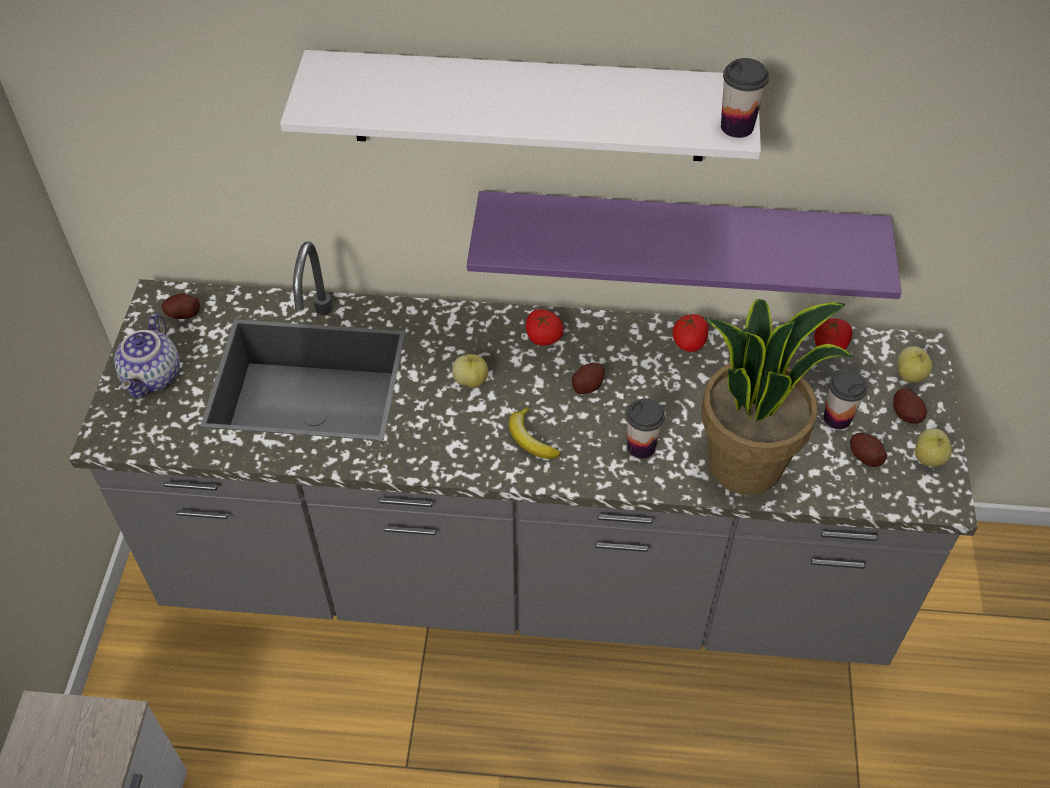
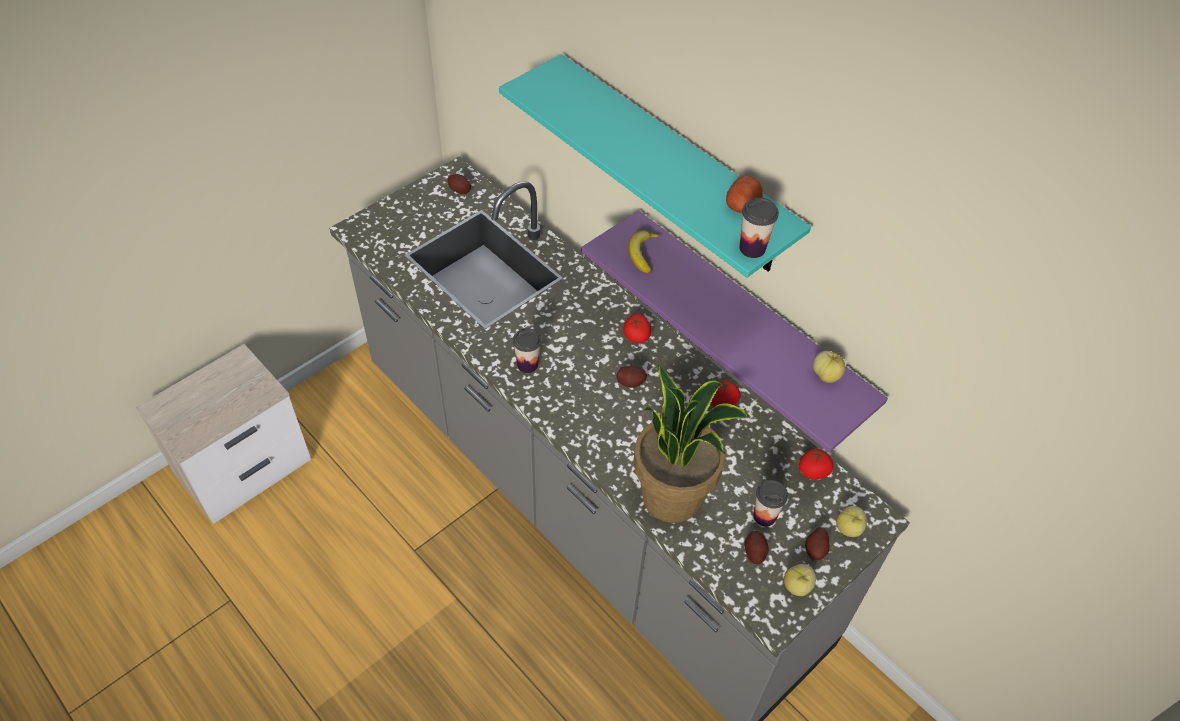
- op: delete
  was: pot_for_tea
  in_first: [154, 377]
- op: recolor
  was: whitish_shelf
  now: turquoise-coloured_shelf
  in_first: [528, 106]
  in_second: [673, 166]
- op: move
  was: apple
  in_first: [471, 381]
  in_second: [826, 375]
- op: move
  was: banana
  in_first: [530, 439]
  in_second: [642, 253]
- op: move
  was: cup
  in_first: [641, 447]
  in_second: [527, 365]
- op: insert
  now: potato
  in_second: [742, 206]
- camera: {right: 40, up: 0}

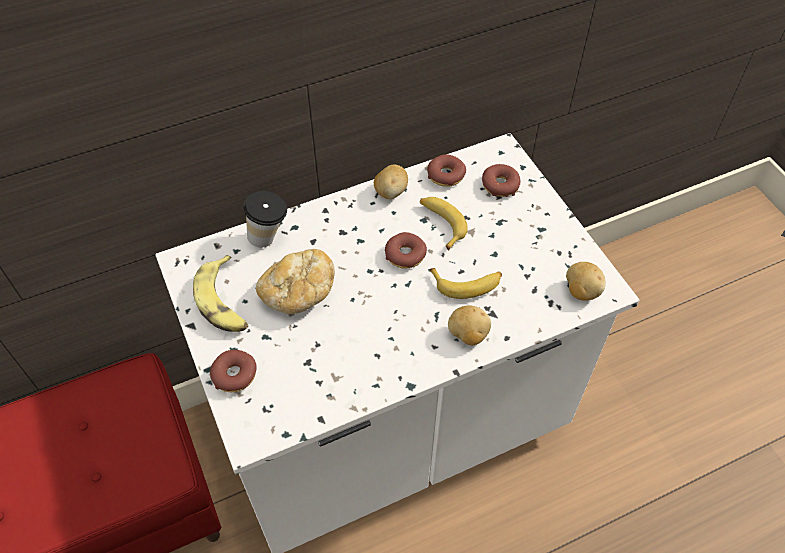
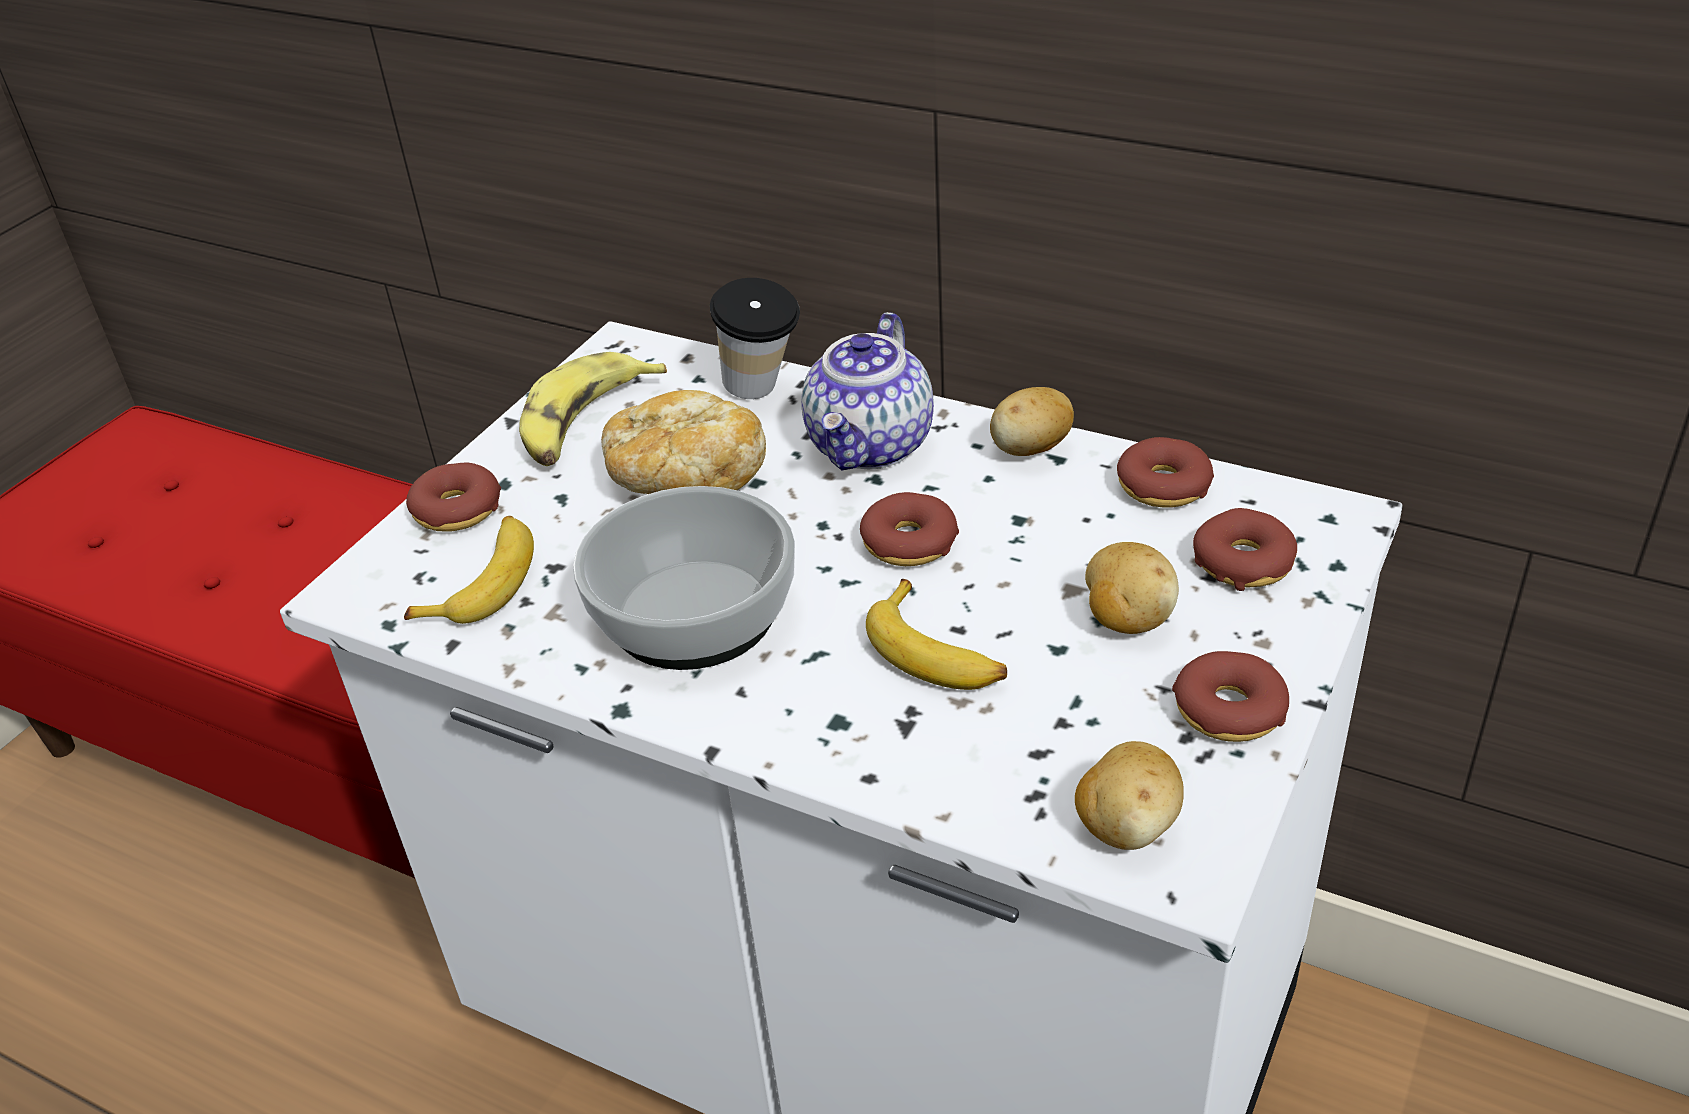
- op: move
  was: banana
  in_first: [441, 224]
  in_second: [484, 582]
- op: move
  was: potato
  in_first: [467, 334]
  in_second: [1126, 619]
- op: insert
  now: deep_dish
  in_second: [695, 615]
- op: insert
  now: pot_for_tea
  in_second: [871, 446]
- op: insert
  now: ring_doughnut
  in_second: [1229, 710]
- camera: {right: 55, up: -15}

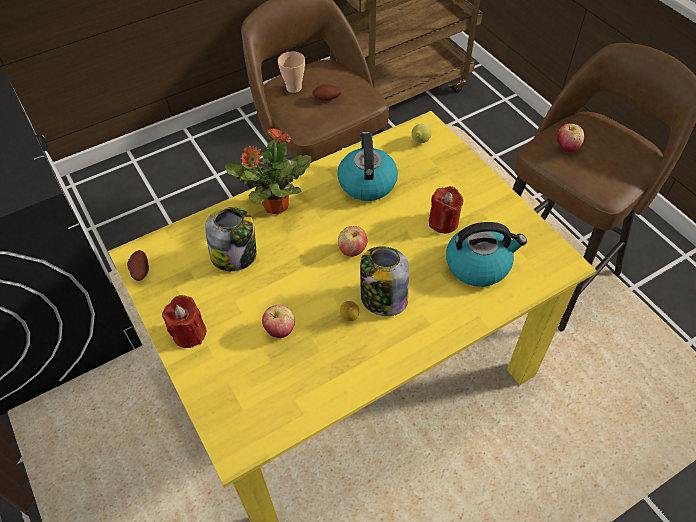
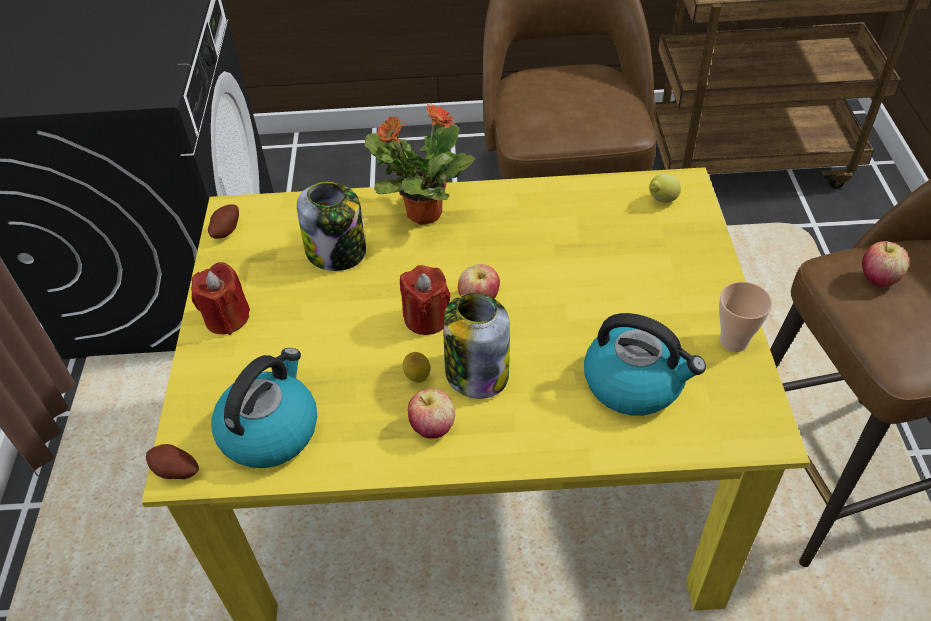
- op: move
  was: apple
  in_first: [280, 330]
  in_second: [433, 427]
- op: move
  was: cup
  in_first: [294, 88]
  in_second: [733, 341]
- op: move
  was: potato
  in_first: [327, 99]
  in_second: [176, 472]
- op: move
  was: water_kettle
  in_first: [367, 182]
  in_second: [270, 430]
- op: move
  was: red_wax_candle
  in_first: [443, 222]
  in_second: [426, 318]
- camera: {right: 30, up: -5}

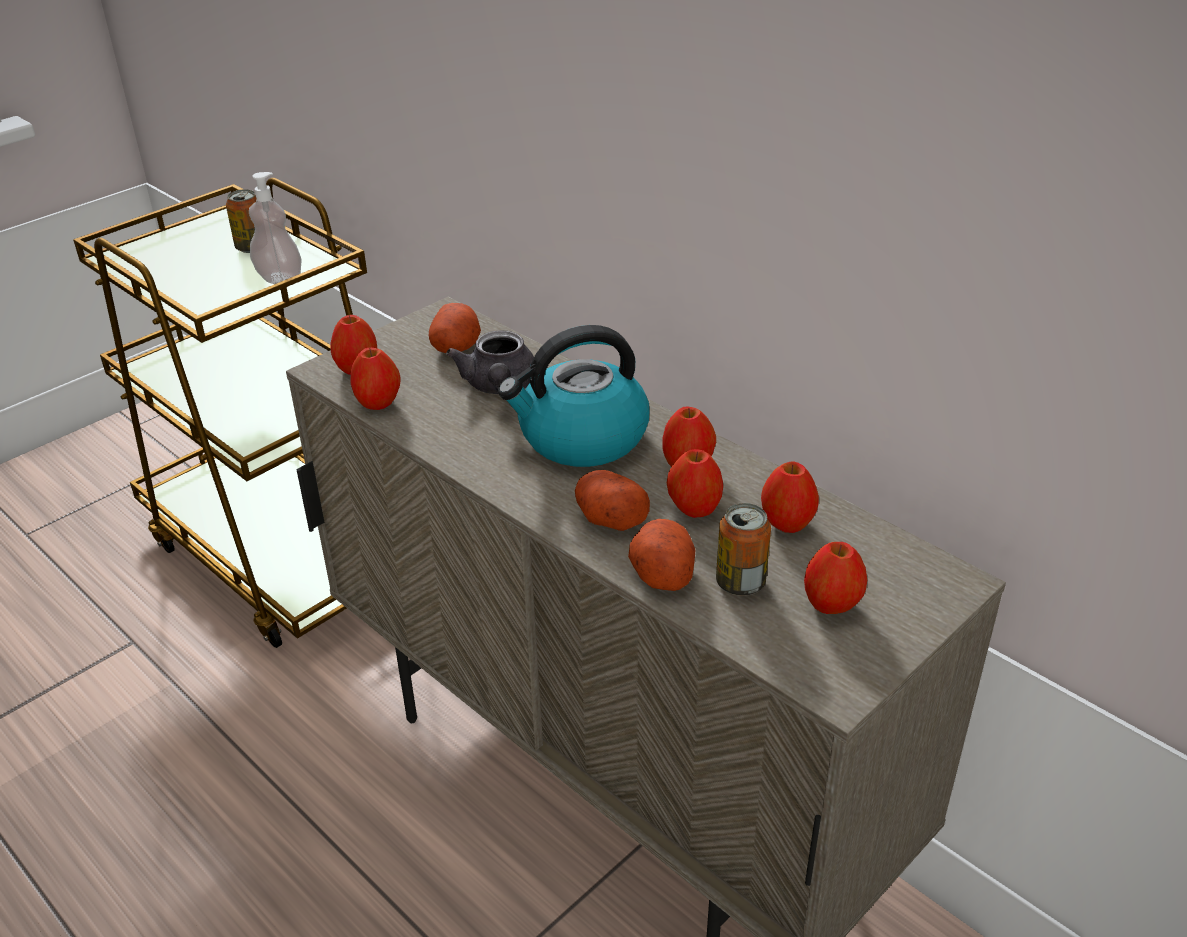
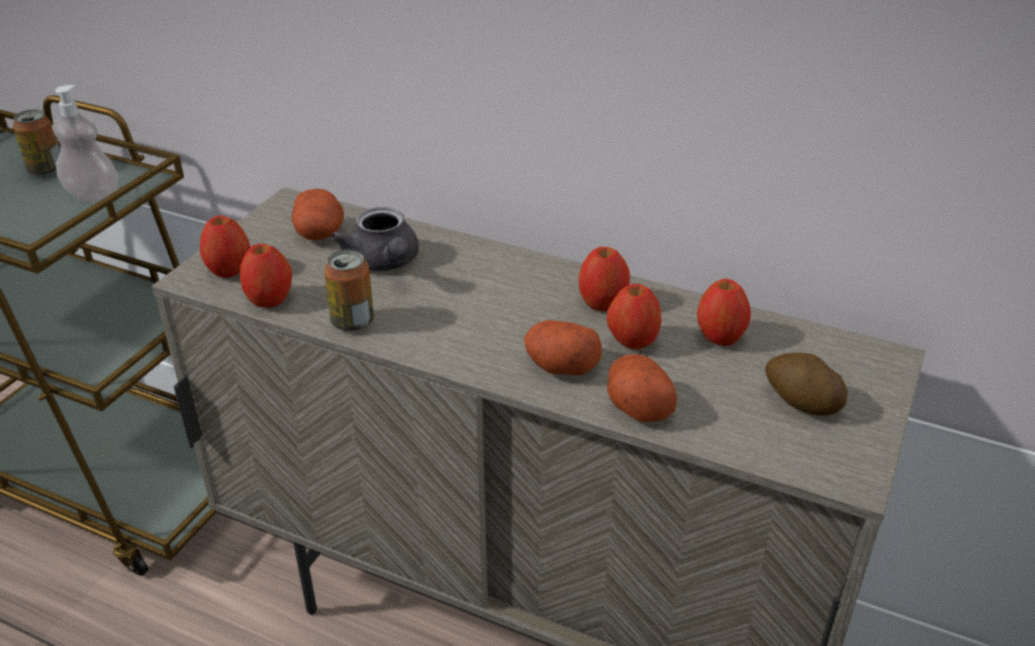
- op: delete
  was: water_kettle
  in_first: [581, 438]
- op: move
  was: can
  in_first: [740, 583]
  in_second: [352, 322]
- op: replace
  was: apple
  now: potato
  in_first: [831, 605]
  in_second: [801, 402]
- camera: {right: -20, up: 0}

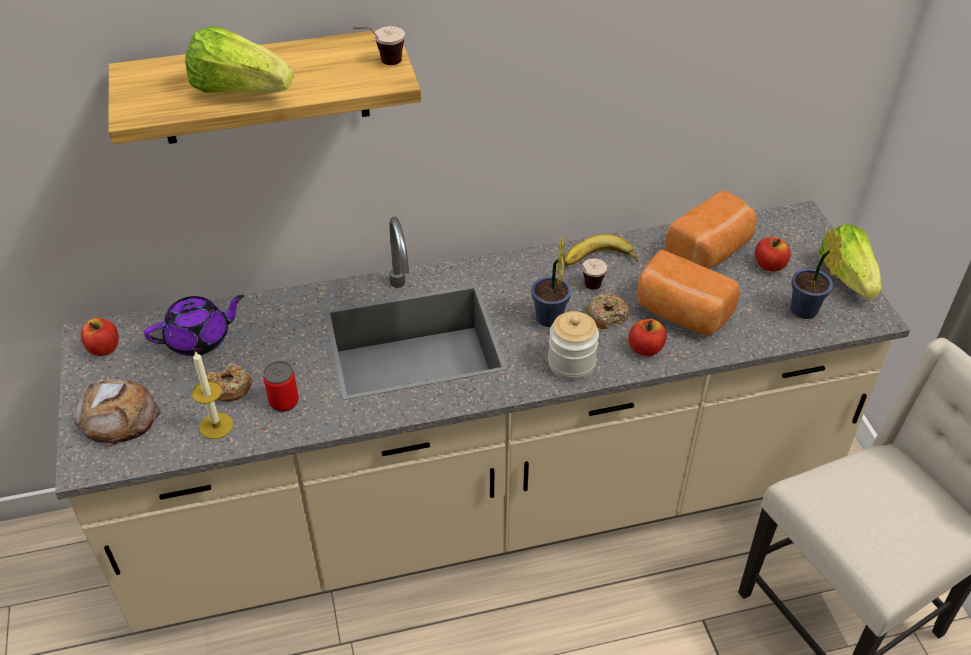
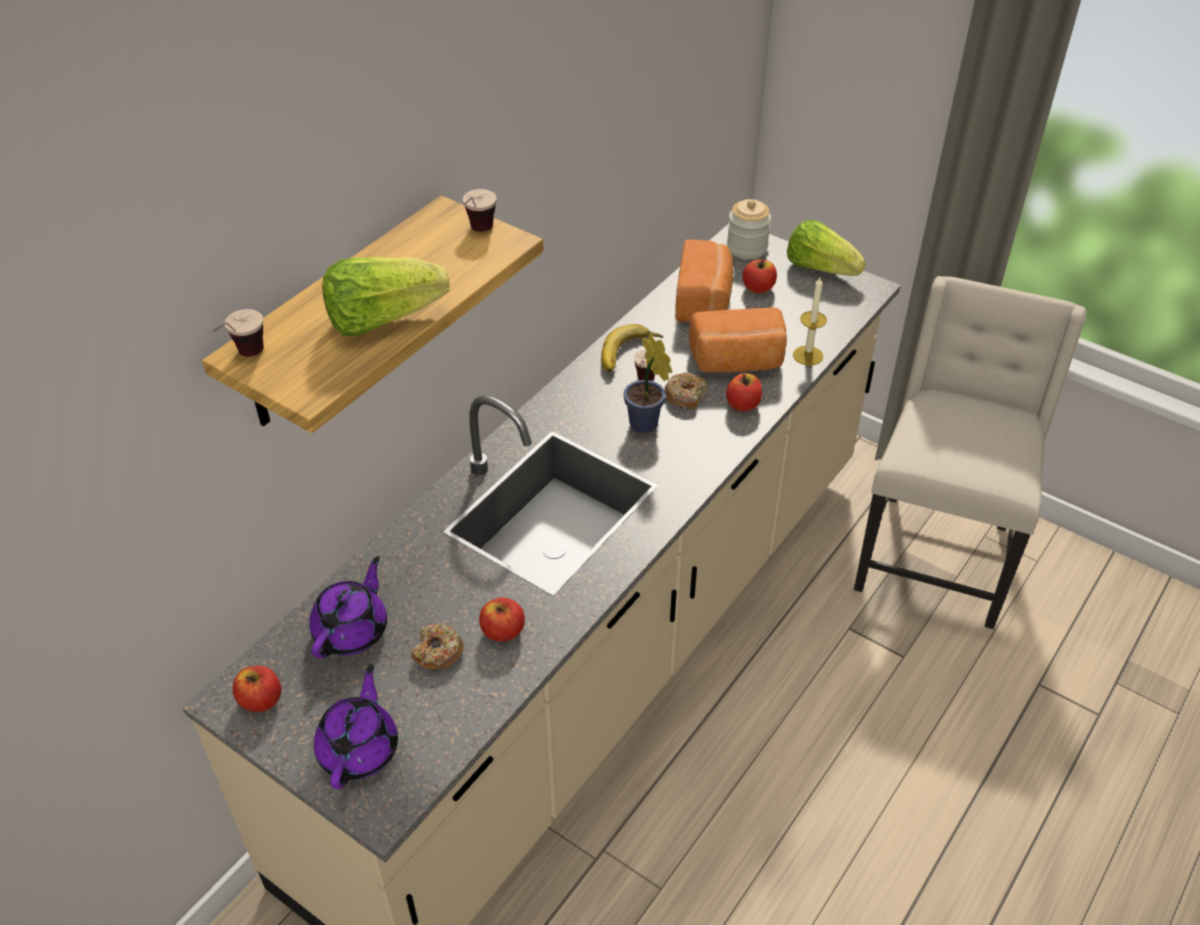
- op: replace
  was: bakery_bread
  now: purple_pot_for_tea
  in_first: [118, 417]
  in_second: [359, 749]
- op: move
  was: wax_candle
  in_first: [216, 426]
  in_second: [808, 355]
- op: replace
  was: can
  now: apple
  in_first: [284, 401]
  in_second: [503, 631]
- op: move
  was: preserve_jar
  in_first: [571, 363]
  in_second: [747, 248]
- op: delete
  was: potted_plant
  in_first: [805, 313]
- op: insert
  now: cup
  in_second: [243, 359]
- camera: {right: -40, up: 0}

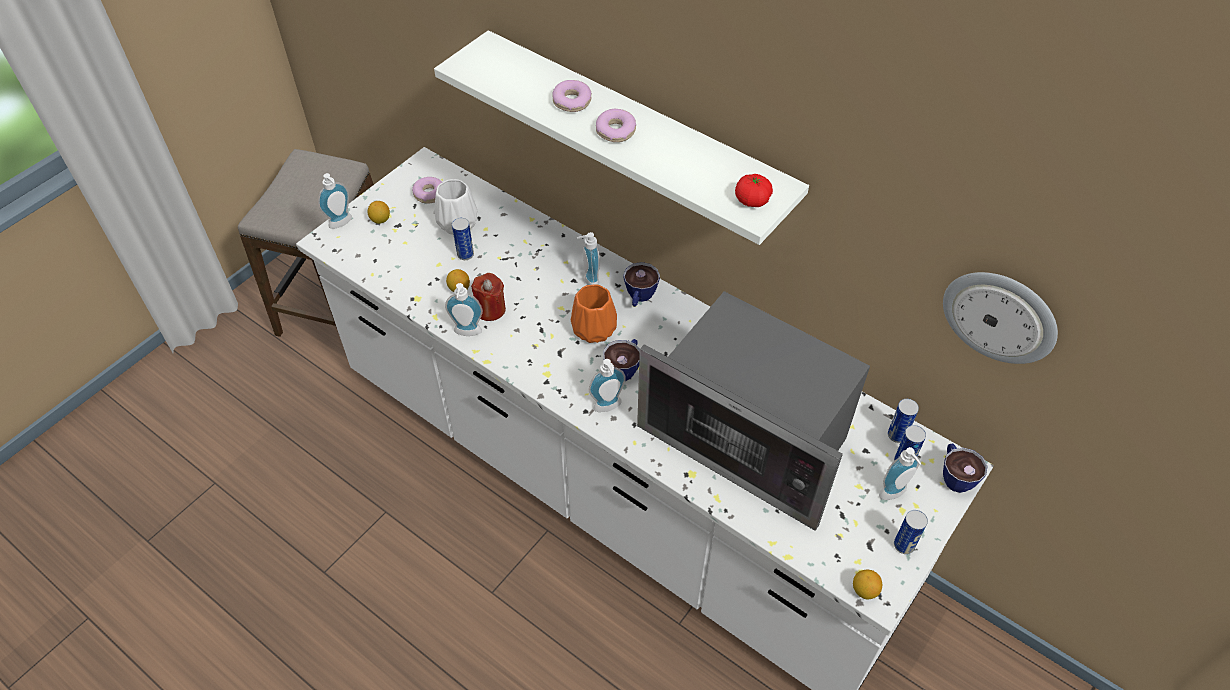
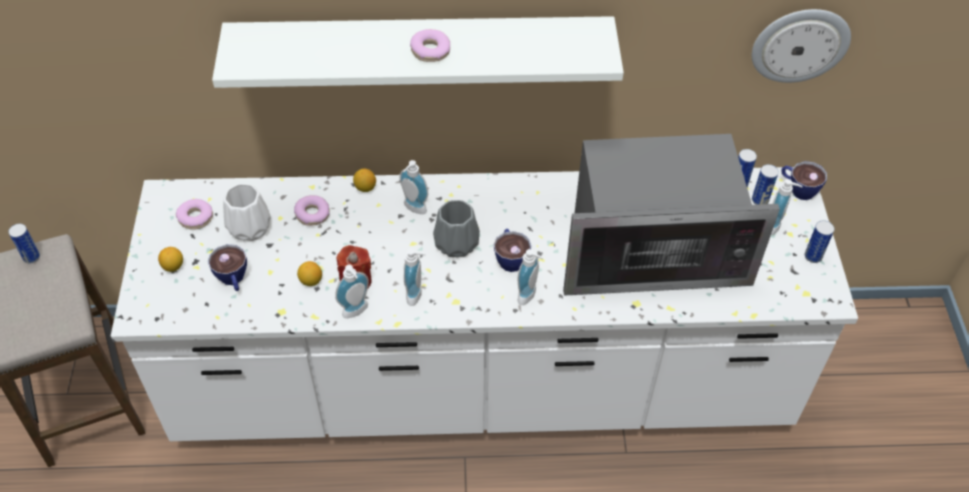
- op: move
  was: liquid_soap_bottle
  in_first: [342, 223]
  in_second: [417, 295]
- op: move
  was: can
  in_first: [465, 254]
  in_second: [31, 257]
- op: move
  was: ring_doughnut
  in_first: [572, 102]
  in_second: [312, 214]
- op: recolor
  was: orange-coloured_flower_vase
  now: grey_flower_vase
  in_first: [593, 328]
  in_second: [455, 243]
- op: move
  was: cup
  in_first: [639, 297]
  in_second: [233, 280]
- op: delete
  was: tomato
  in_first: [752, 200]
- op: move
  was: whole_lemon
  in_first: [864, 590]
  in_second: [365, 188]
- camera: {right: -40, up: 0}

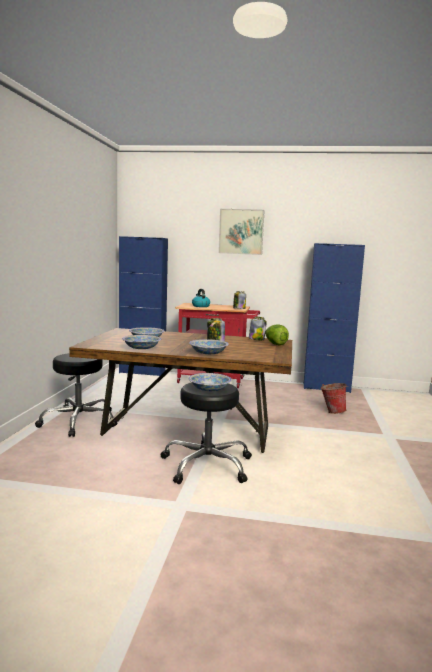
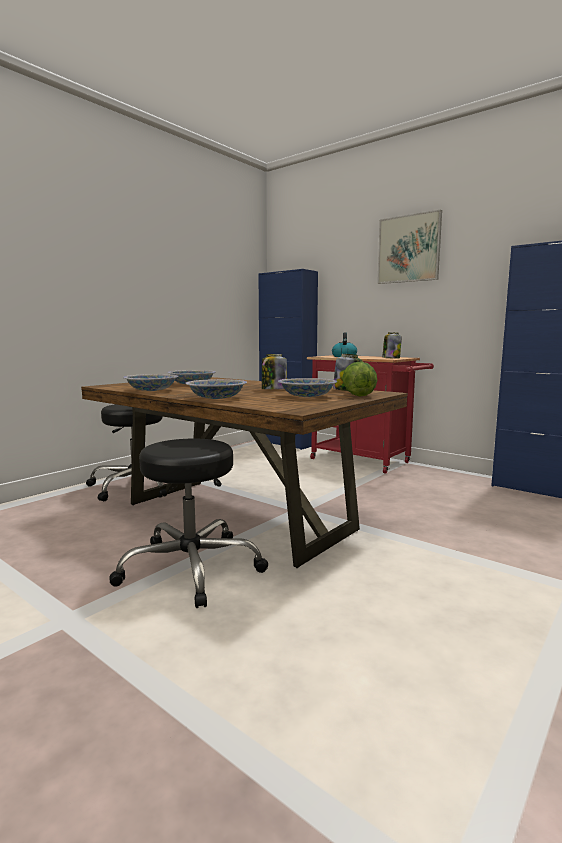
- op: move
  was: deep_dish
  in_first: [209, 389]
  in_second: [307, 396]
- op: delete
  was: pail
  in_first: [332, 411]
- camera: {right: 30, up: 0}

